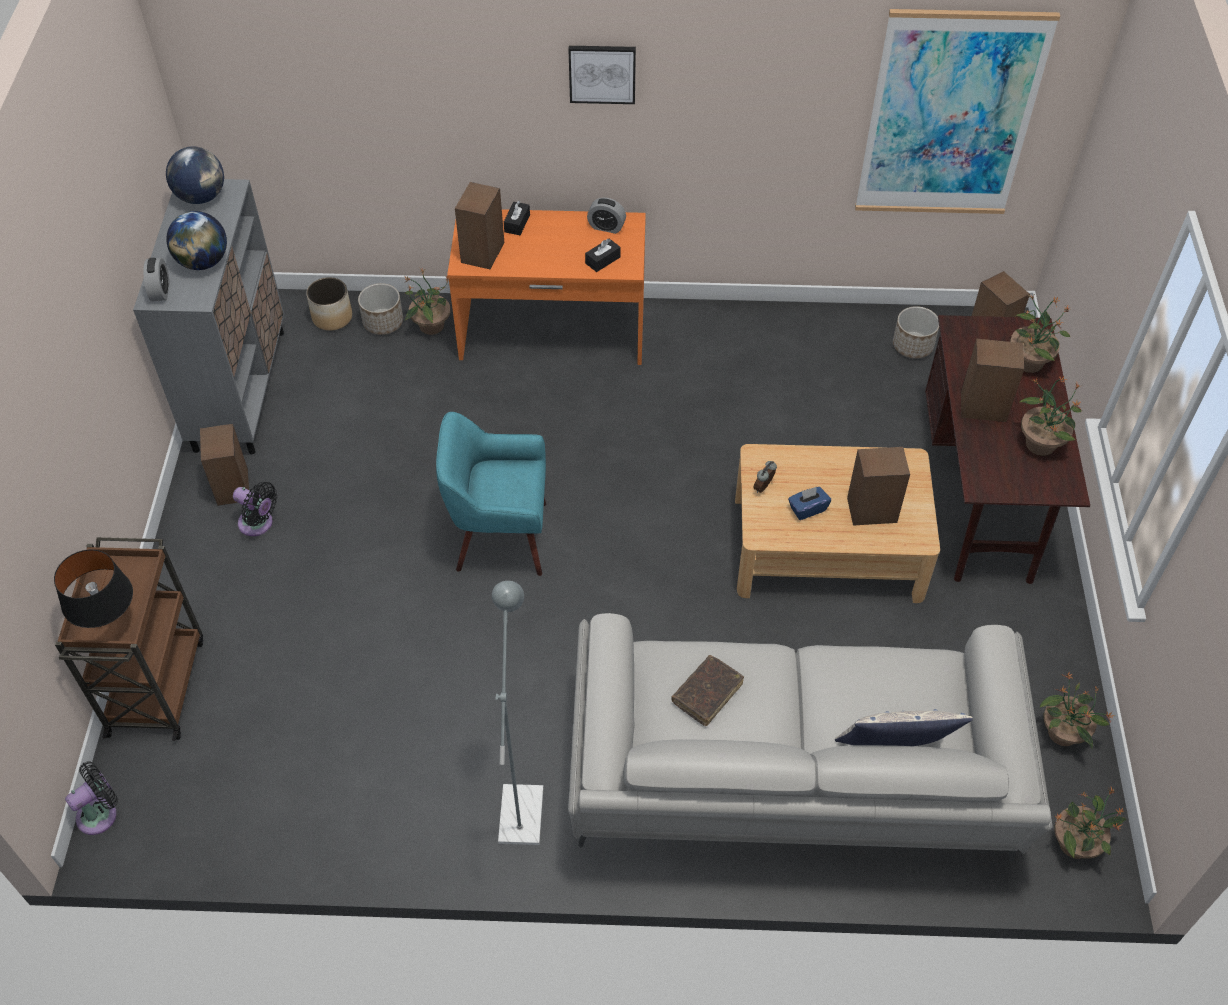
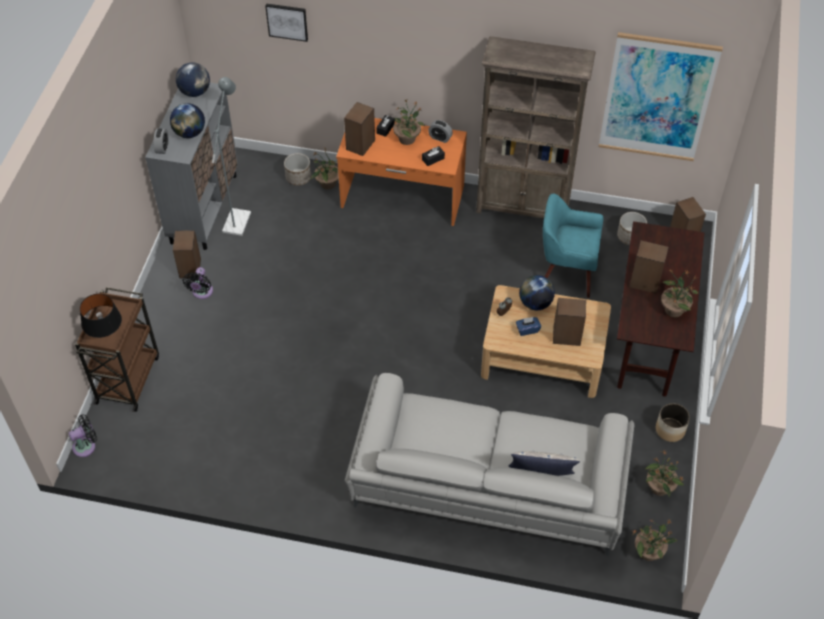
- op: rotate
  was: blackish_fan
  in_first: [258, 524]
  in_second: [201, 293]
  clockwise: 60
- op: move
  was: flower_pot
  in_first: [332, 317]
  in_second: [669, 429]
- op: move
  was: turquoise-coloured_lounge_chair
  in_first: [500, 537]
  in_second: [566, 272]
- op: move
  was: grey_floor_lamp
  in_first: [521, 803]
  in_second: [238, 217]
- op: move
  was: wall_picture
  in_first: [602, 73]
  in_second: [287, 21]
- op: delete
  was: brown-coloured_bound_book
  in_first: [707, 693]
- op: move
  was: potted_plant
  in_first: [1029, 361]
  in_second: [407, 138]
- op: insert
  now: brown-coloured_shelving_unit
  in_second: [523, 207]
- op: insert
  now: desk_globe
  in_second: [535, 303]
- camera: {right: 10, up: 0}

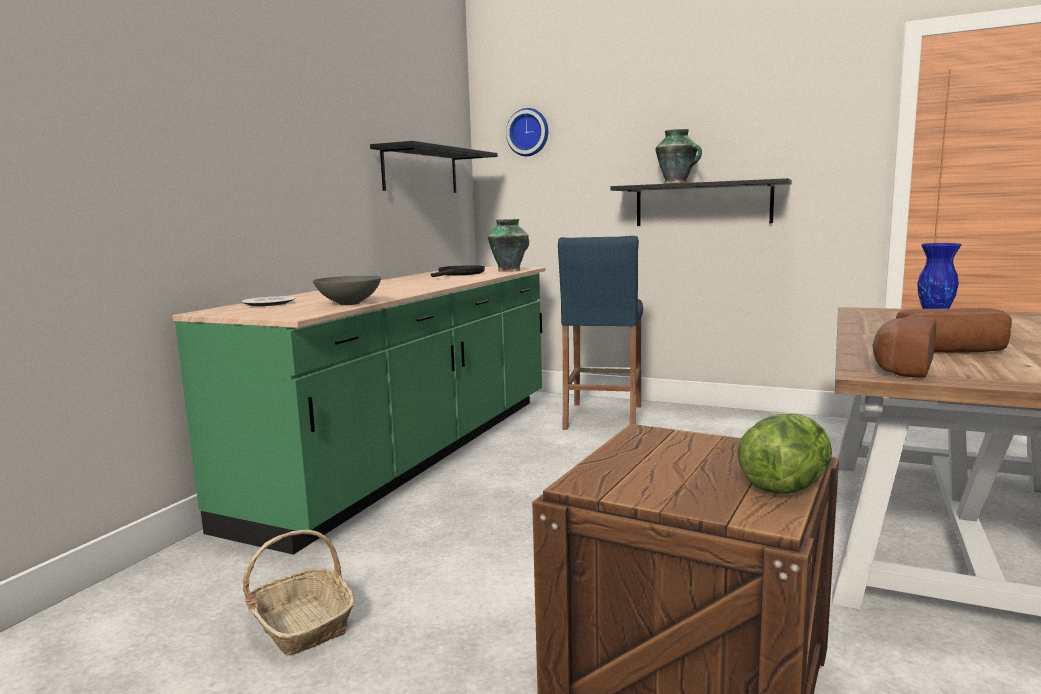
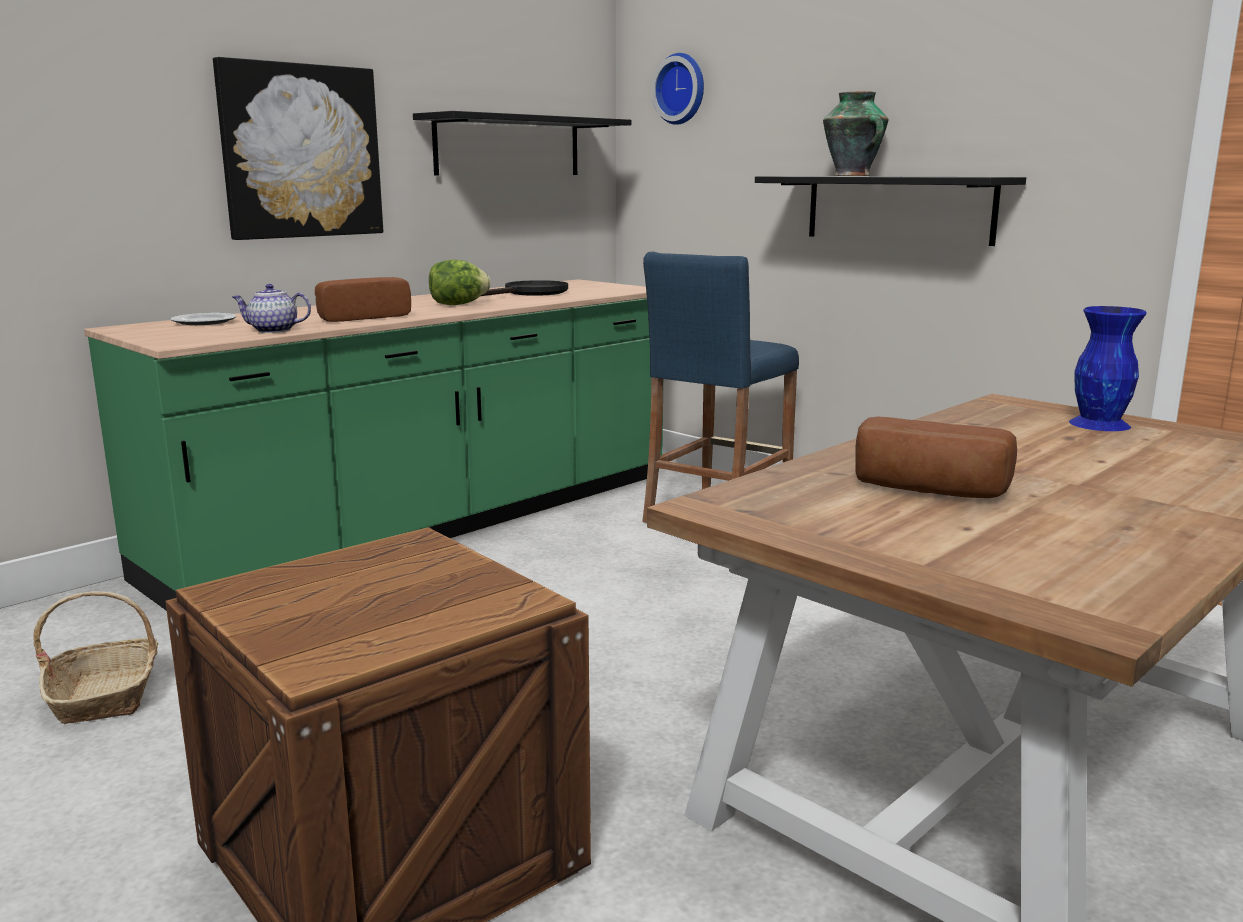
- op: replace
  was: grey_deep_dish
  now: pot_for_tea
  in_first: [348, 303]
  in_second: [272, 331]
- op: delete
  was: flower_vase
  in_first: [510, 270]
- op: move
  was: lettuce
  in_first: [785, 487]
  in_second: [458, 305]
- op: move
  was: bakery_bread
  in_first: [900, 367]
  in_second: [361, 317]
- op: insert
  now: wall_picture
  in_second: [301, 151]
- camera: {right: 20, up: 5}

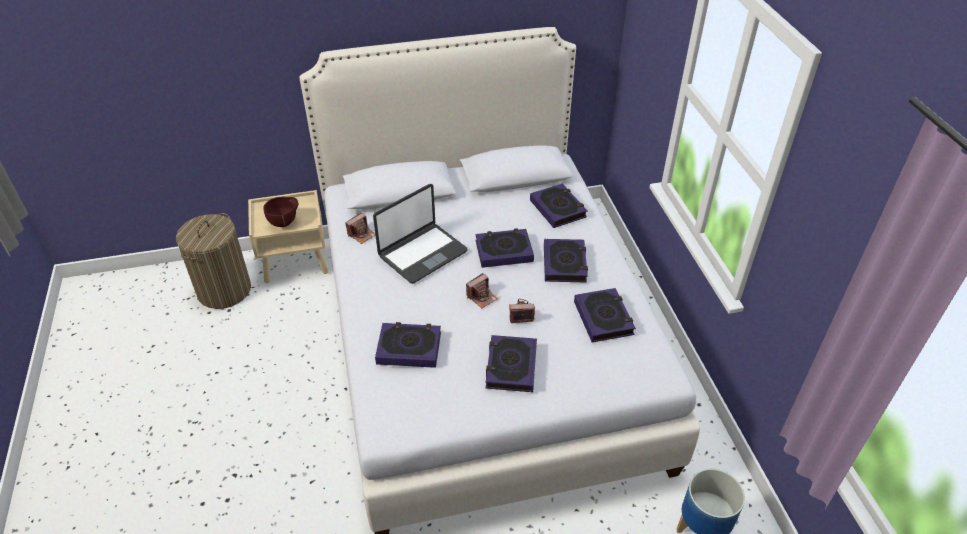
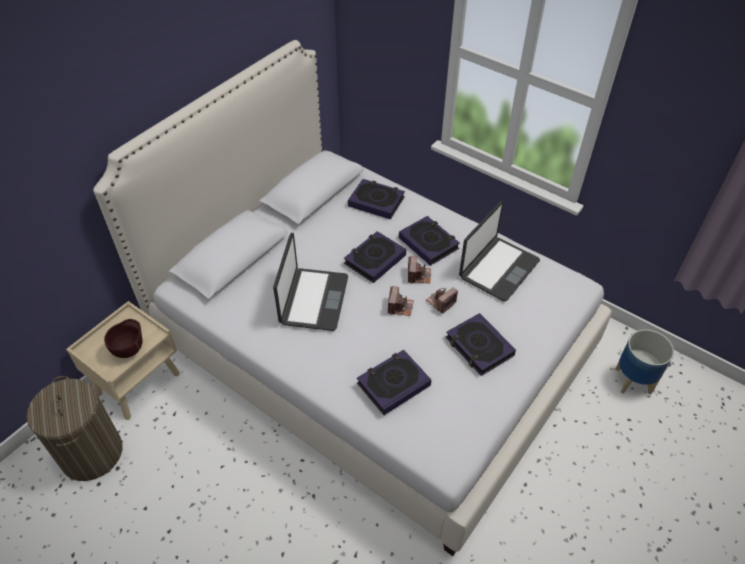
- op: move
  was: photo_camera
  in_first: [362, 234]
  in_second: [418, 275]
- op: replace
  was: bound_book
  now: laptop
  in_first: [603, 318]
  in_second: [498, 269]
- camera: {right: -40, up: 5}

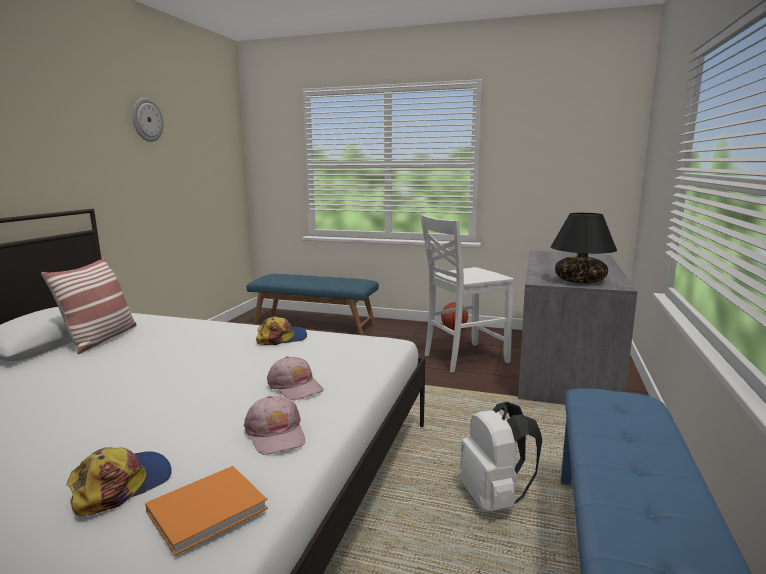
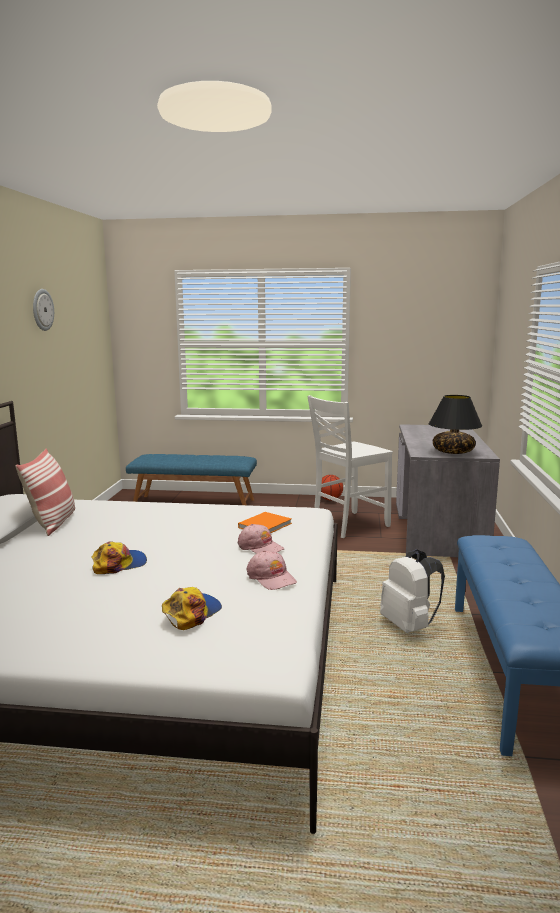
- op: move
  was: orange-coloured_bound_book
  in_first: [210, 509]
  in_second: [266, 525]
- op: move
  was: peaked_cap
  in_first: [282, 338]
  in_second: [119, 564]
- camera: {right: -10, up: 0}

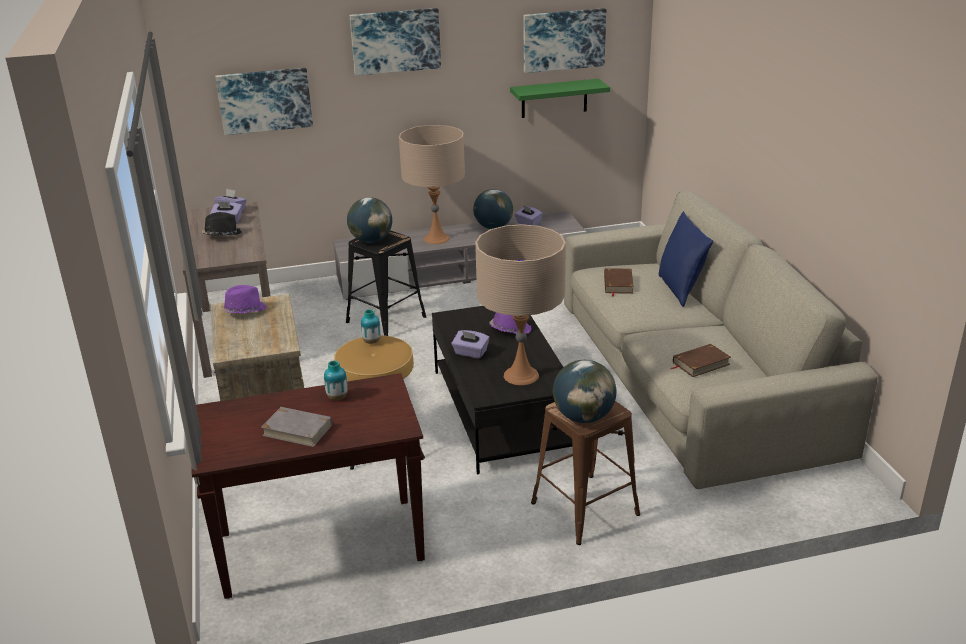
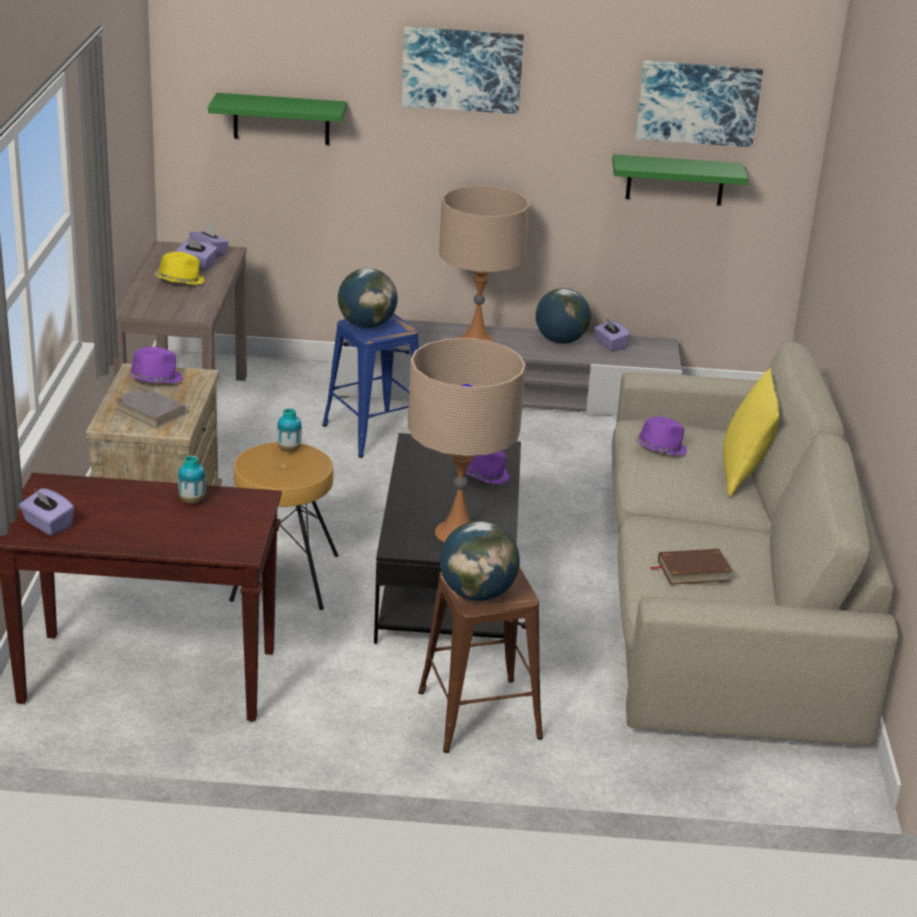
- op: recolor
  was: blackish_hat
  now: yellow_hat
  in_first: [222, 235]
  in_second: [179, 281]
- op: replace
  was: wall_picture
  now: greenish_shelf
  in_first: [265, 100]
  in_second: [281, 119]
- op: move
  was: grey_bound_book
  in_first: [297, 430]
  in_second: [150, 411]
- op: recolor
  was: blackish_sitting_stool
  now: bluish_sitting_stool
  in_first: [385, 319]
  in_second: [373, 432]
- op: move
  was: purple_tissue_box
  in_first: [470, 353]
  in_second: [47, 525]
- op: replace
  was: brown-coloured_bound_book
  now: purple_hat
  in_first: [618, 284]
  in_second: [659, 448]
- op: recolor
  was: bluish_pillow
  now: yellow_pillow
  in_first: [680, 289]
  in_second: [743, 474]
- camera: {right: 15, up: 0}

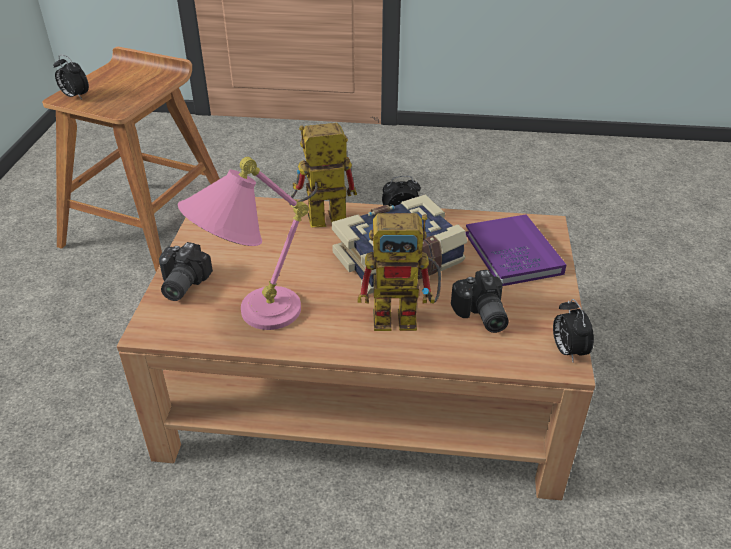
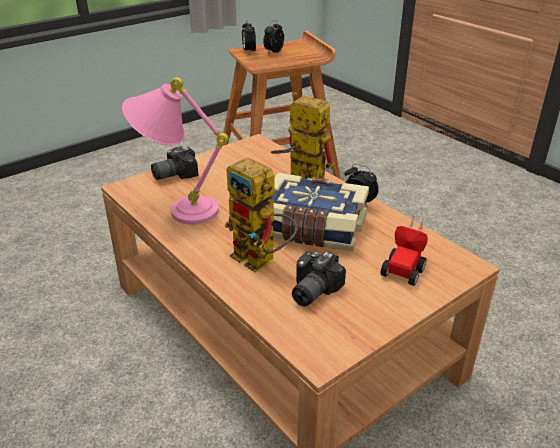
- op: replace
  was: purple_bound_book
  now: toy_car
  in_first: [513, 253]
  in_second: [405, 268]
- op: move
  was: alarm_clock
  in_first: [567, 351]
  in_second: [273, 52]
- camera: {right: 45, up: -5}

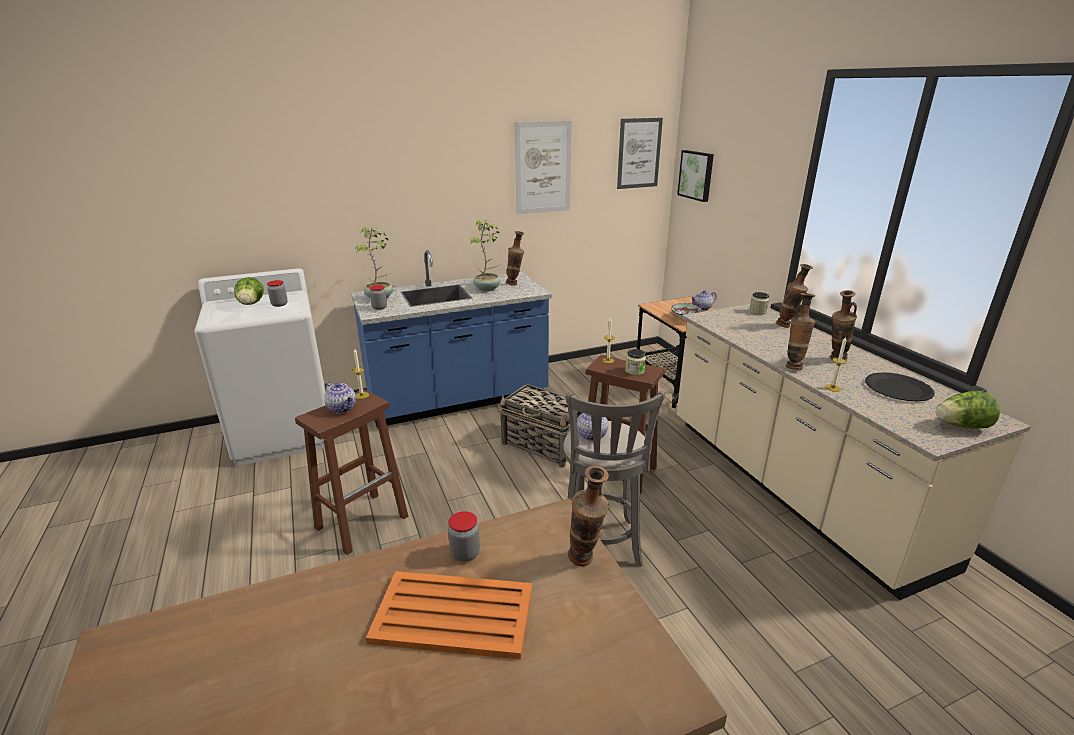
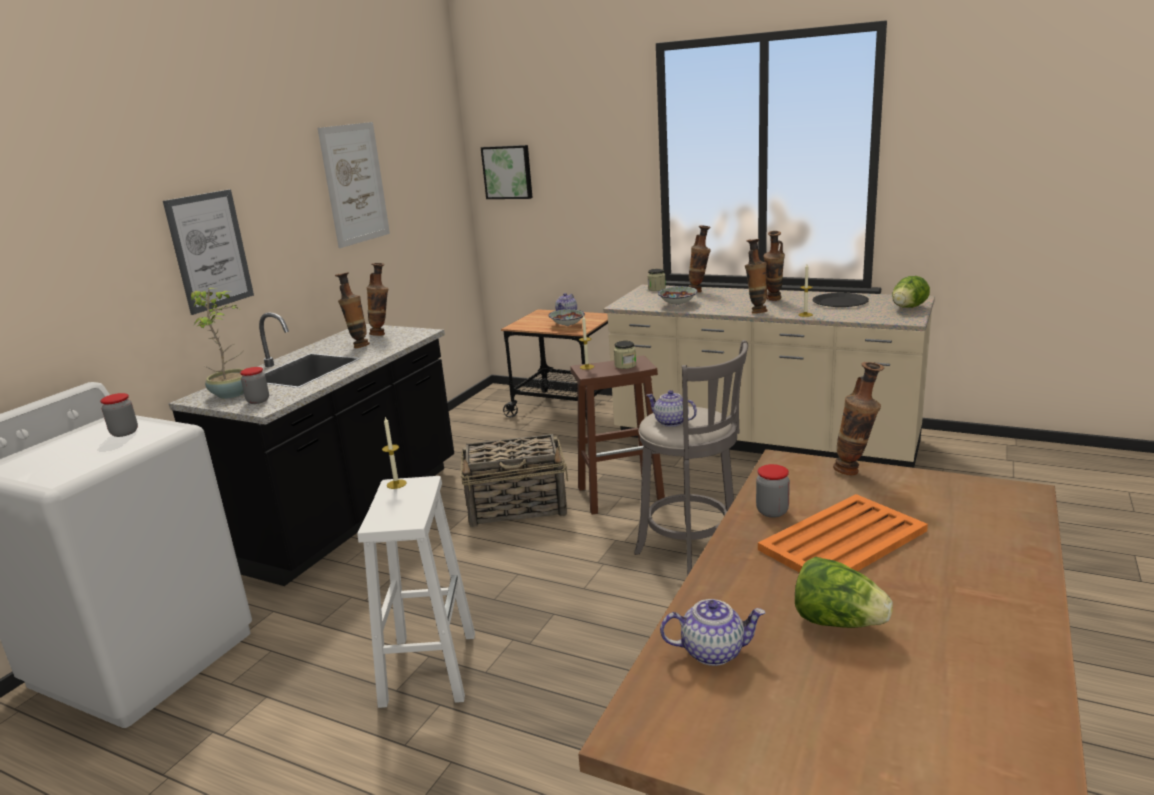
- op: move
  was: lettuce
  in_first: [251, 304]
  in_second: [837, 622]
- op: recolor
  was: brown-coloured_sitting_stool
  now: whitish_sitting_stool
  in_first: [363, 521]
  in_second: [429, 667]
- op: move
  was: pot_for_tea
  in_first: [342, 408]
  in_second: [713, 651]
- op: recolor
  was: bluish_counter
  now: blackish_counter
  in_first: [458, 400]
  in_second: [349, 515]
- op: replace
  was: potted_plant
  now: flower_vase
  in_first: [487, 289]
  in_second: [358, 346]
- op: move
  was: wall_picture
  in_first: [639, 153]
  in_second: [210, 251]
- op: insert
  now: deep_dish
  in_second: [677, 304]
- camera: {right: -40, up: -5}

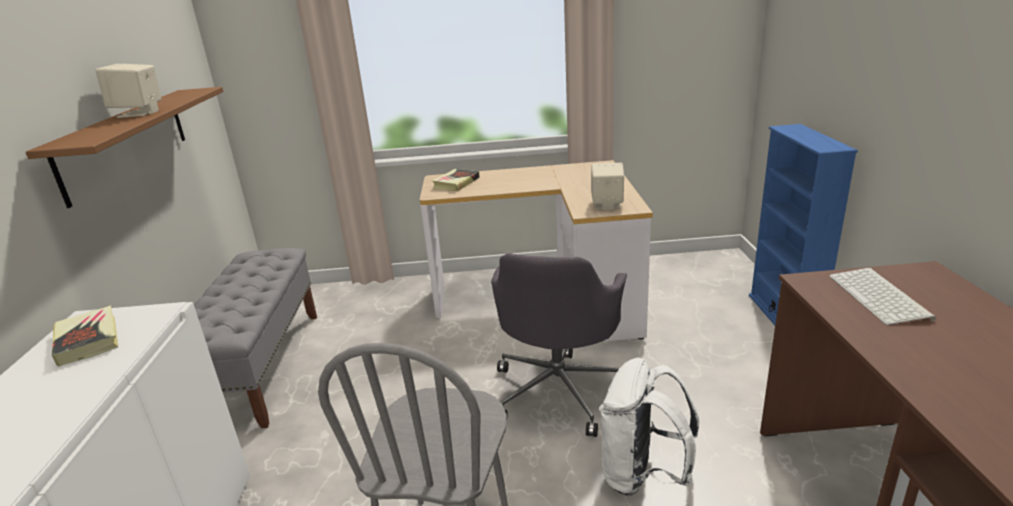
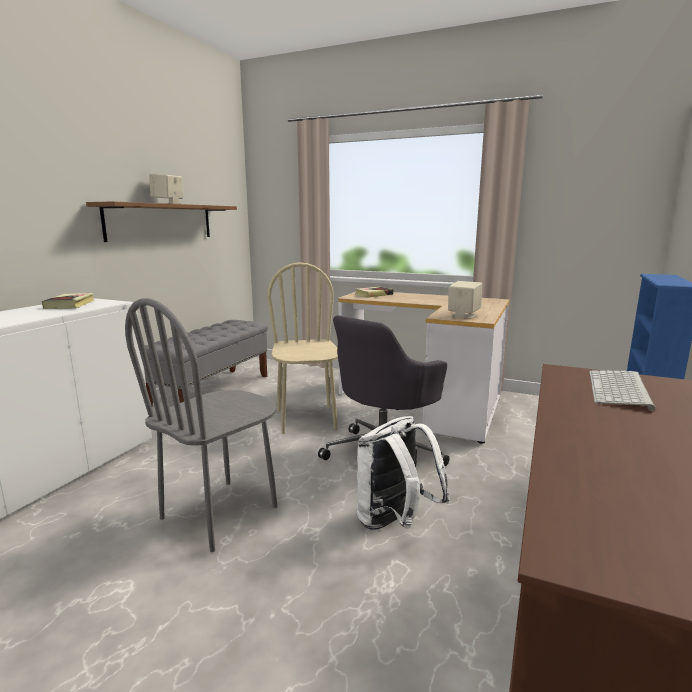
- op: insert
  now: sand-coloured_chair
  in_second: [306, 419]
- camera: {right: 25, up: -10}

